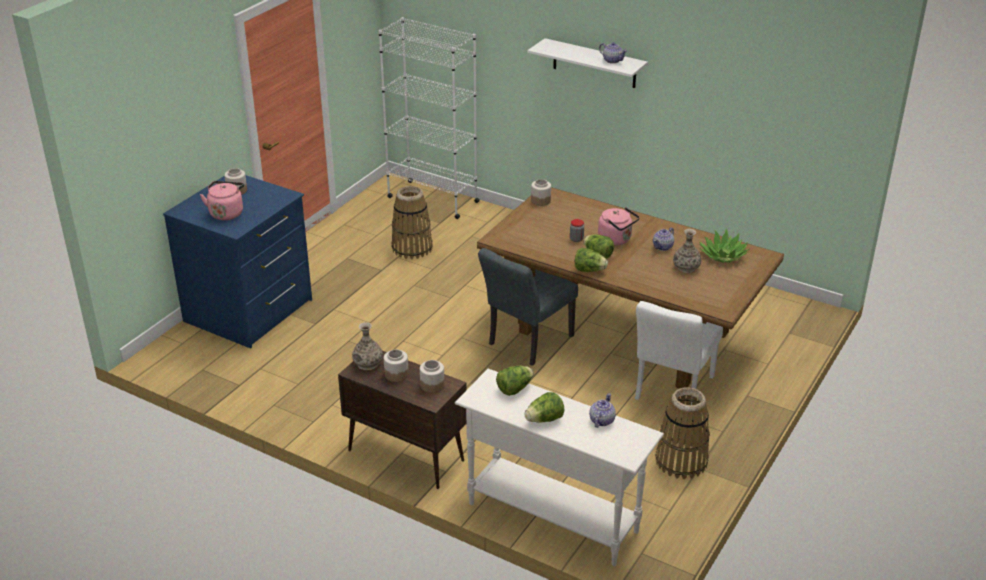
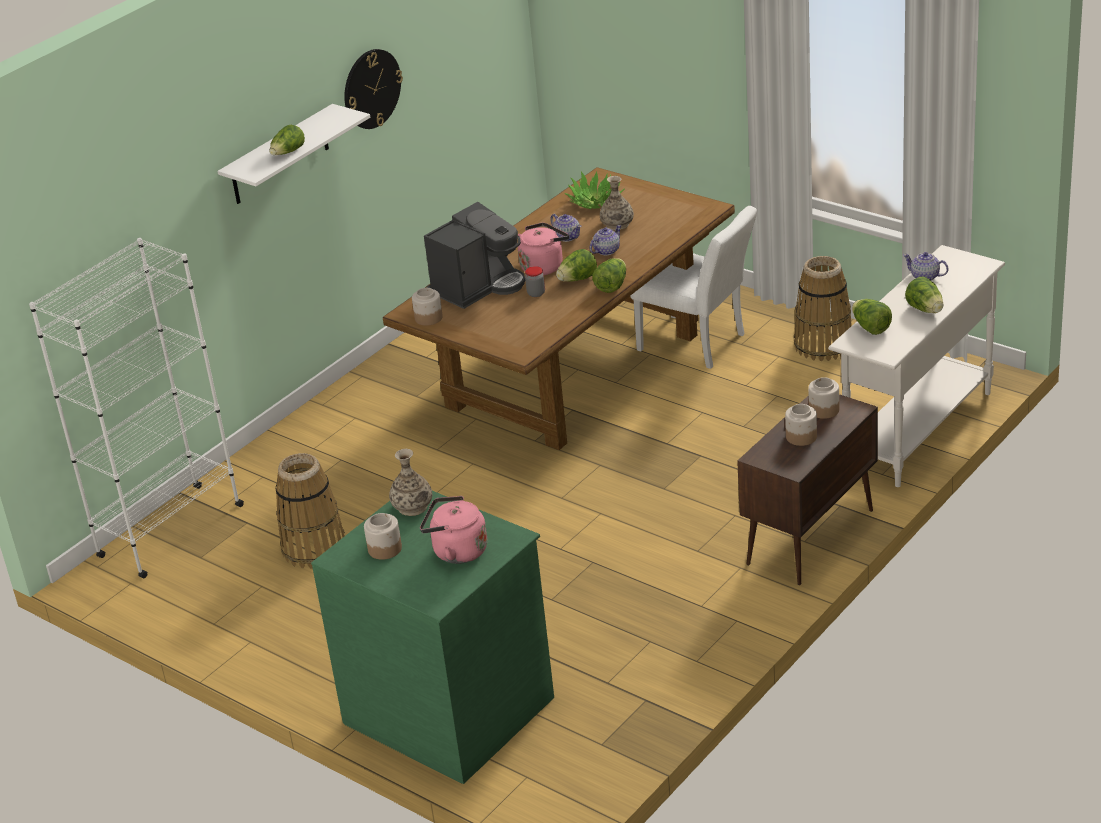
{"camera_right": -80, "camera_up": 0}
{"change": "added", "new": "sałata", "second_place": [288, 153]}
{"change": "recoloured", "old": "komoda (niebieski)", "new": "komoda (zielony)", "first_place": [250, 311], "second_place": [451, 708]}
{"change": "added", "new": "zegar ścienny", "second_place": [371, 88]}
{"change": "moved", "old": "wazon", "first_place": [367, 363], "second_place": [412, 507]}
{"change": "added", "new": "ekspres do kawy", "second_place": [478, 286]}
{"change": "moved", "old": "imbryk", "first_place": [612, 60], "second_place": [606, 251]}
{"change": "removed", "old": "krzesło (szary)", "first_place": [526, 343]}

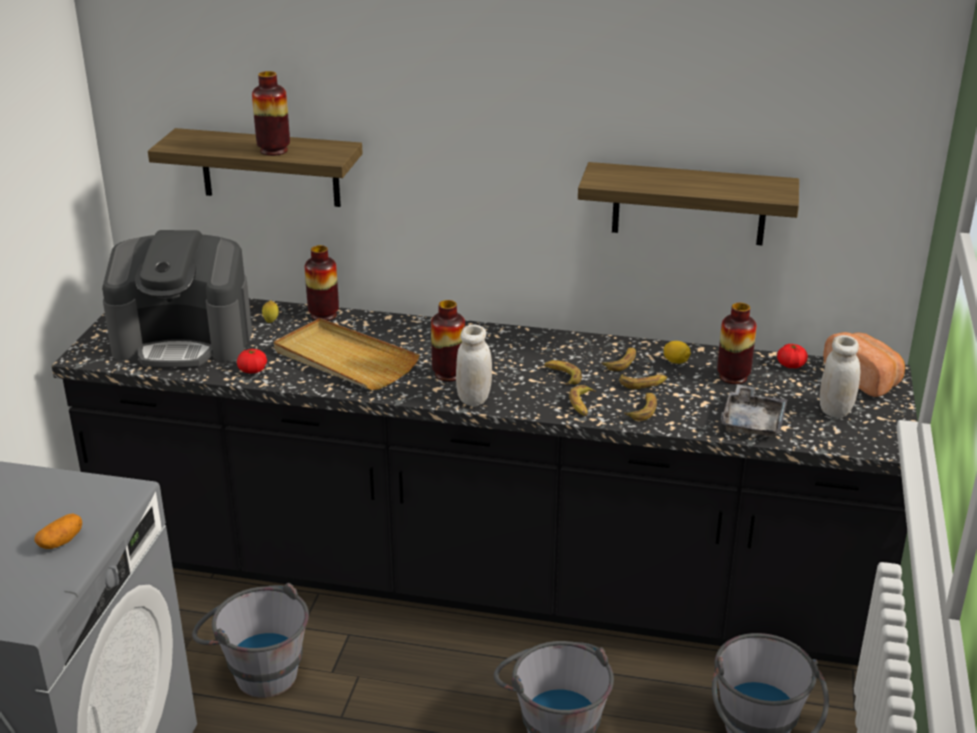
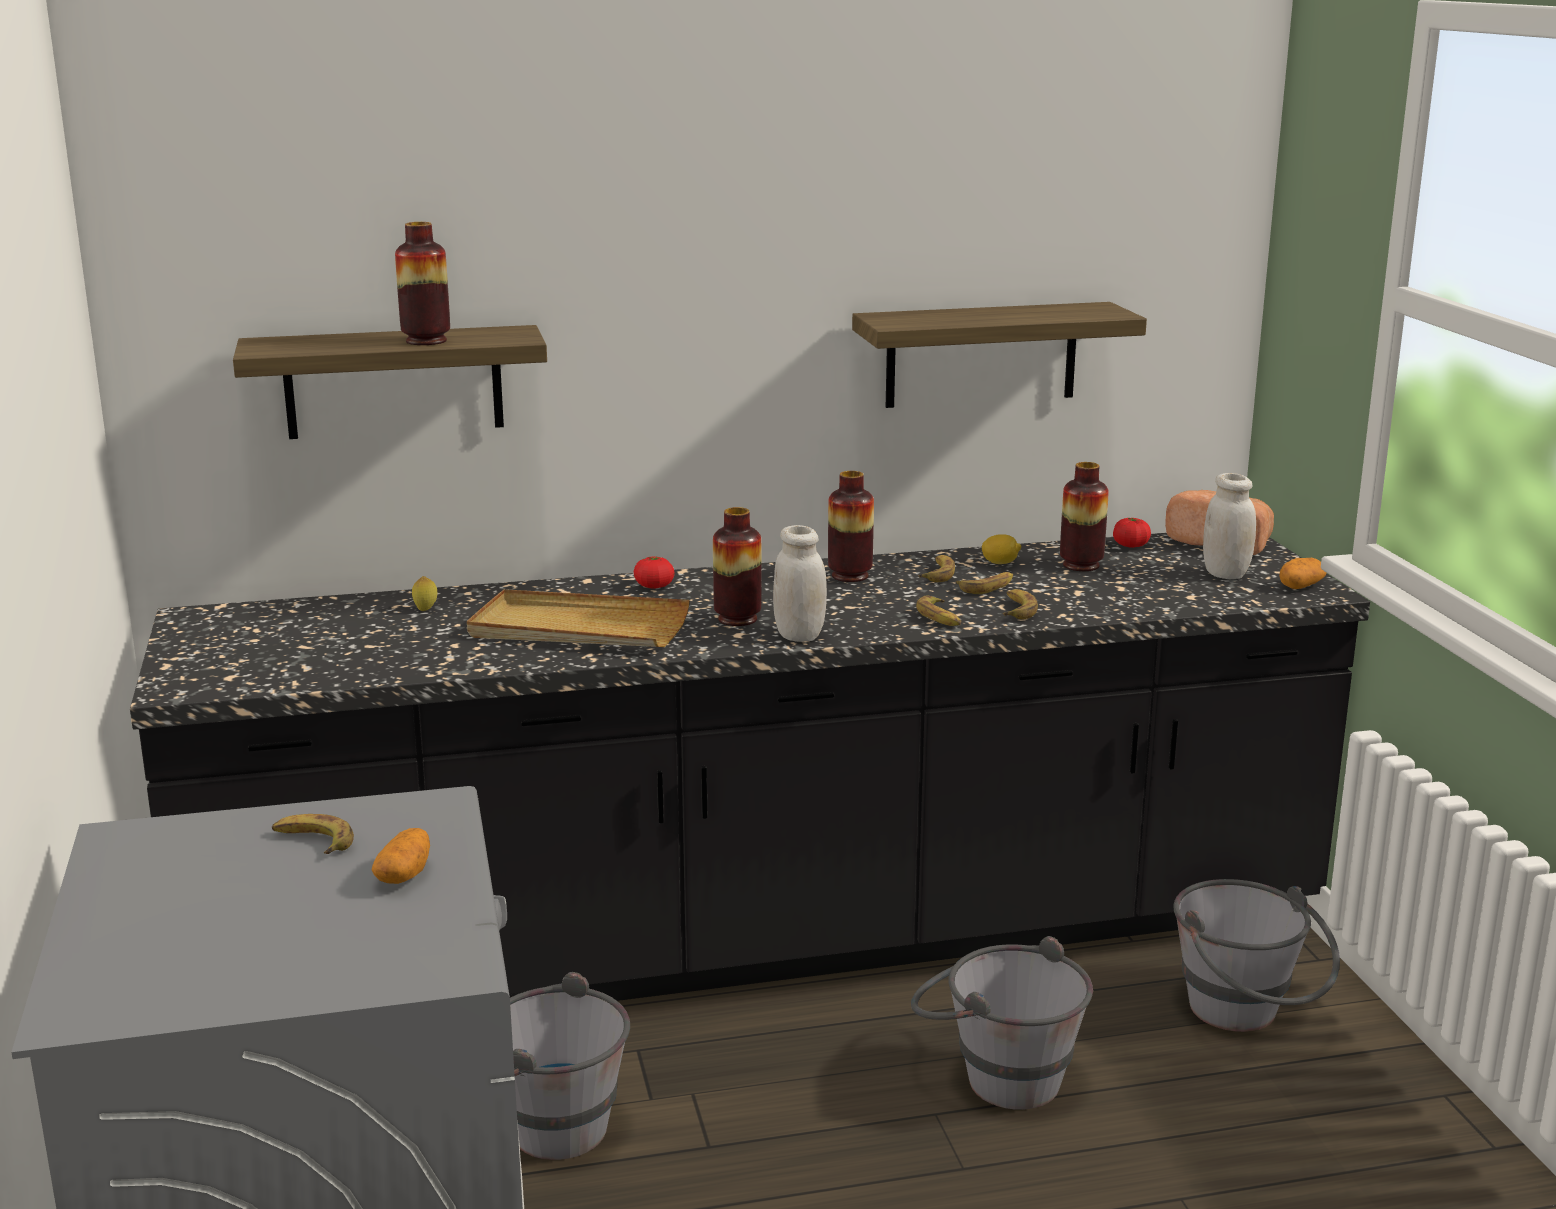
{"camera_right": -25, "camera_up": -10}
{"change": "moved", "old": "banan", "first_place": [562, 376], "second_place": [313, 841]}
{"change": "moved", "old": "pomidor", "first_place": [252, 370], "second_place": [654, 586]}
{"change": "moved", "old": "wazon", "first_place": [324, 315], "second_place": [850, 576]}
{"change": "added", "new": "ziemniak", "second_place": [1300, 586]}
{"change": "removed", "old": "ekspres do kawy", "first_place": [184, 340]}
{"change": "removed", "old": "taca (szary)", "first_place": [752, 422]}

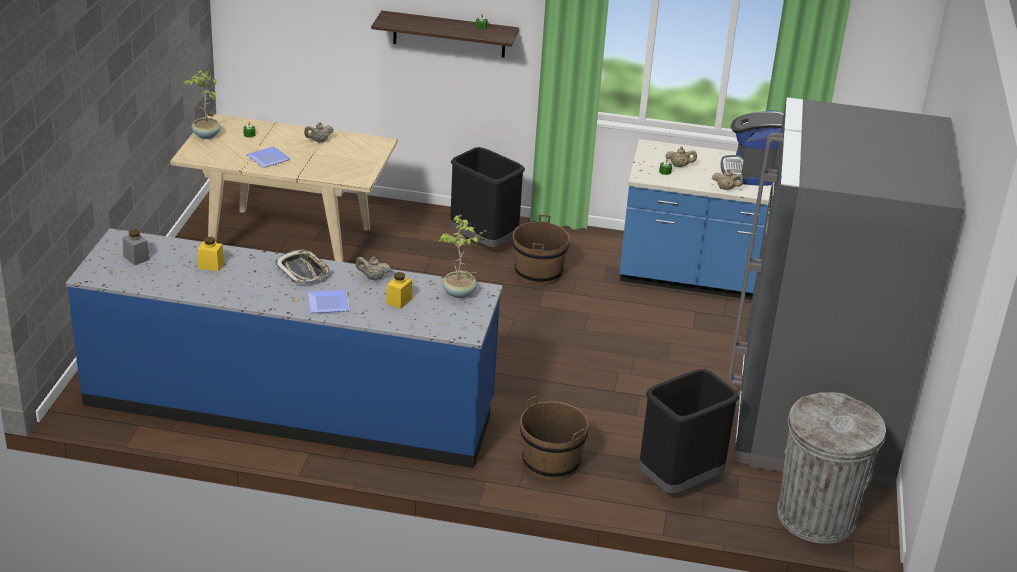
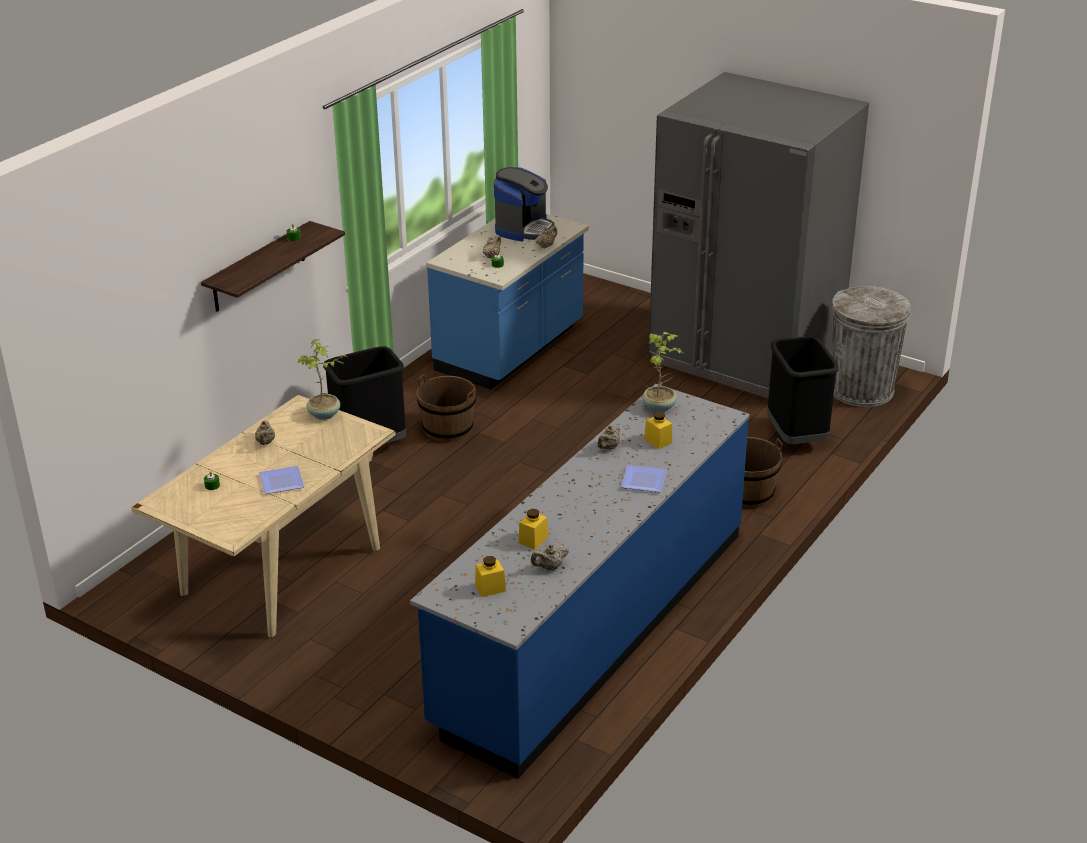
{"camera_right": -65, "camera_up": 0}
{"change": "moved", "old": "roślina doniczkowa", "first_place": [206, 135], "second_place": [324, 415]}
{"change": "recoloured", "old": "słoik (szary)", "new": "słoik (żółty)", "first_place": [136, 258], "second_place": [490, 588]}
{"change": "turned", "old": "ekspres do kawy", "first_place": [750, 171], "second_place": [523, 228], "degrees": -90}
{"change": "added", "new": "imbryk (beżowy)", "second_place": [550, 567]}
{"change": "removed", "old": "taca", "first_place": [303, 271]}

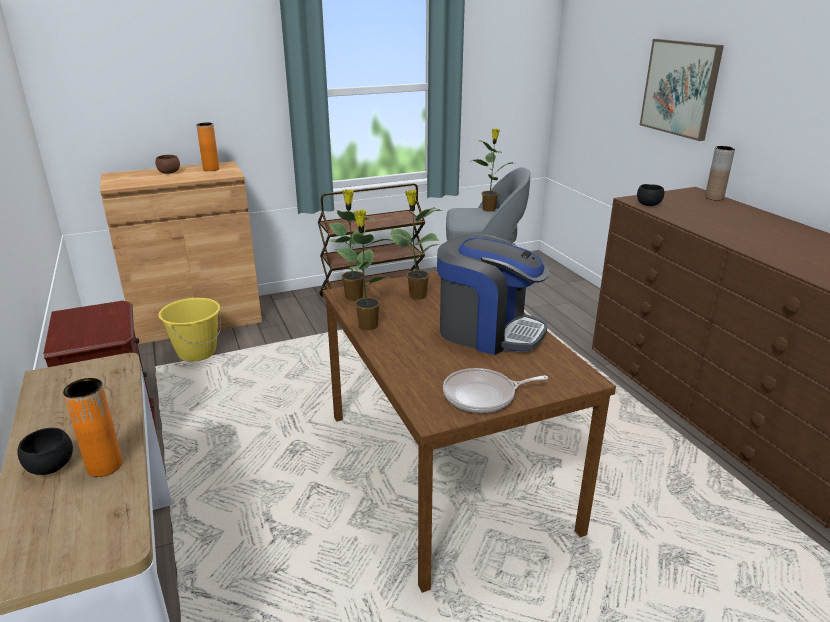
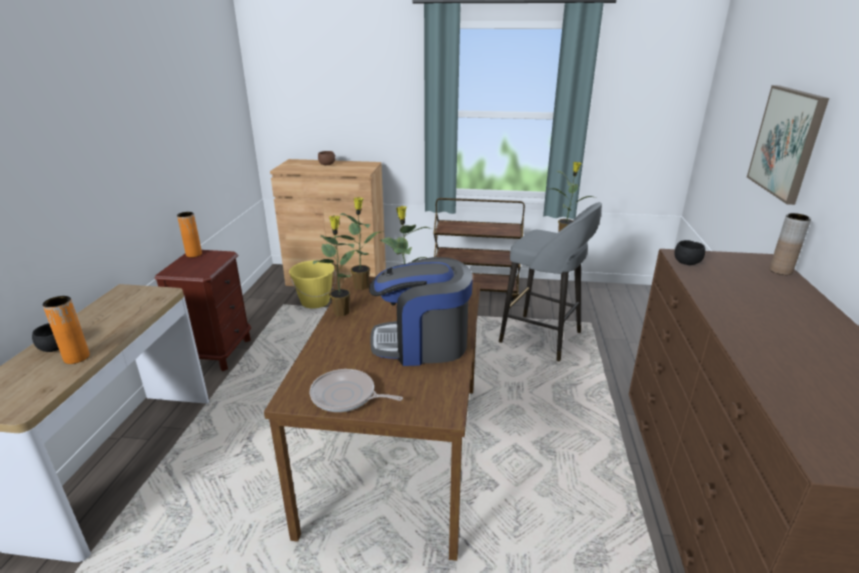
{"camera_right": 30, "camera_up": 0}
{"change": "moved", "old": "wazon (pomarańczowy)", "first_place": [211, 169], "second_place": [194, 254]}
{"change": "turned", "old": "ekspres do kawy", "first_place": [488, 331], "second_place": [422, 344], "degrees": 120}

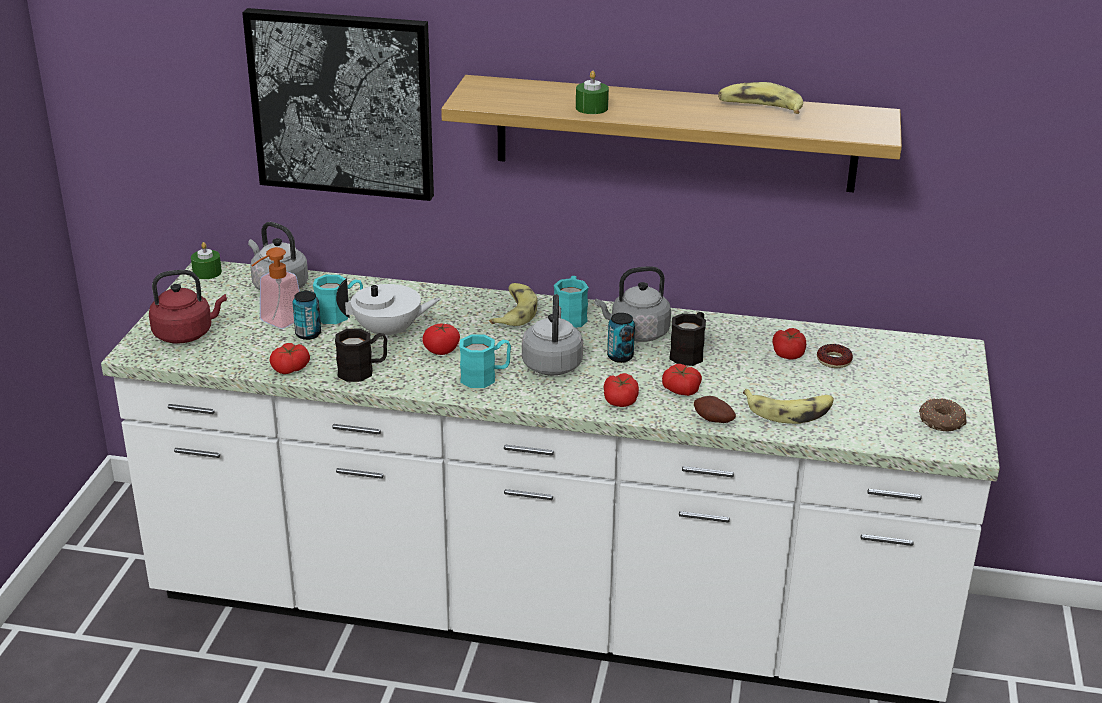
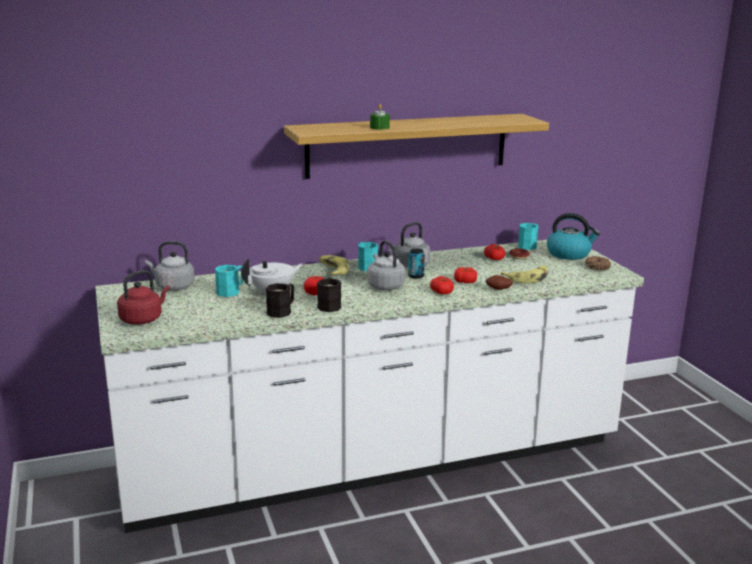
{"camera_right": -30, "camera_up": -10}
{"change": "moved", "old": "kubek (czarny)", "first_place": [689, 353], "second_place": [329, 305]}
{"change": "moved", "old": "kubek (turkusowy)", "first_place": [485, 377], "second_place": [529, 245]}
{"change": "added", "new": "czajnik", "second_place": [569, 254]}
{"change": "removed", "old": "świeca (zielony)", "first_place": [207, 272]}
{"change": "removed", "old": "obraz", "first_place": [342, 103]}
{"change": "removed", "old": "dozownik mydła", "first_place": [276, 322]}
{"change": "removed", "old": "pomidor", "first_place": [290, 368]}
{"change": "removed", "old": "puszka", "first_place": [308, 334]}
{"change": "removed", "old": "banan", "first_place": [760, 108]}

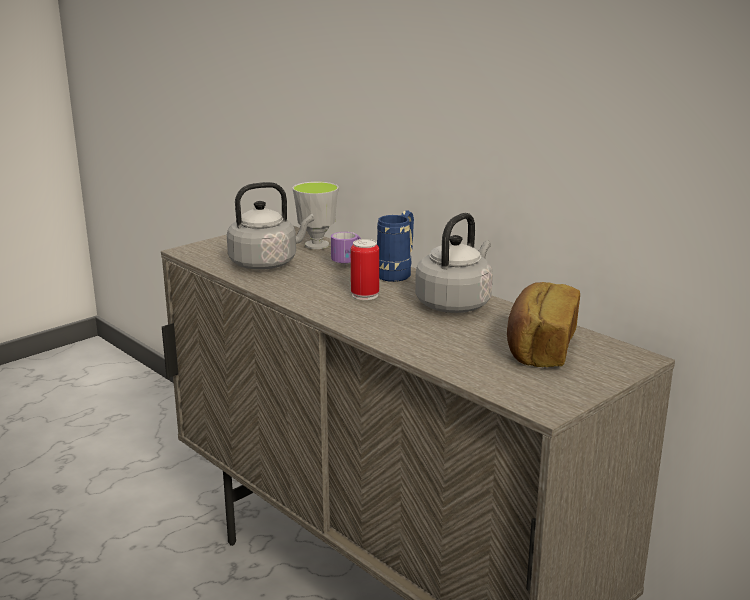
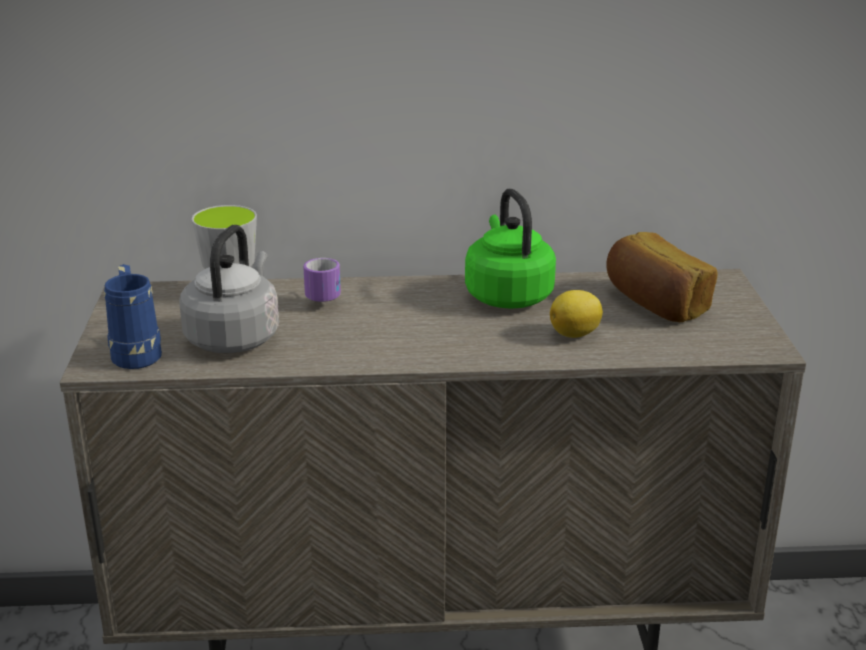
{"camera_right": -50, "camera_up": 5}
{"change": "moved", "old": "kubek (niebieski)", "first_place": [397, 273], "second_place": [136, 353]}
{"change": "recoloured", "old": "czajnik (szary)", "new": "czajnik (zielony)", "first_place": [455, 303], "second_place": [507, 295]}
{"change": "added", "new": "cytryna", "second_place": [576, 334]}
{"change": "removed", "old": "puszka", "first_place": [365, 295]}

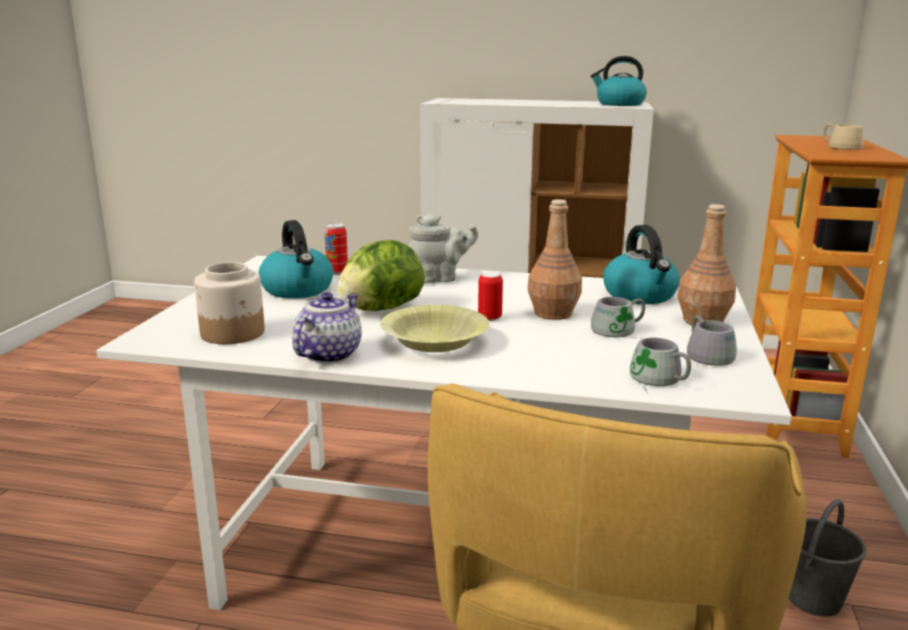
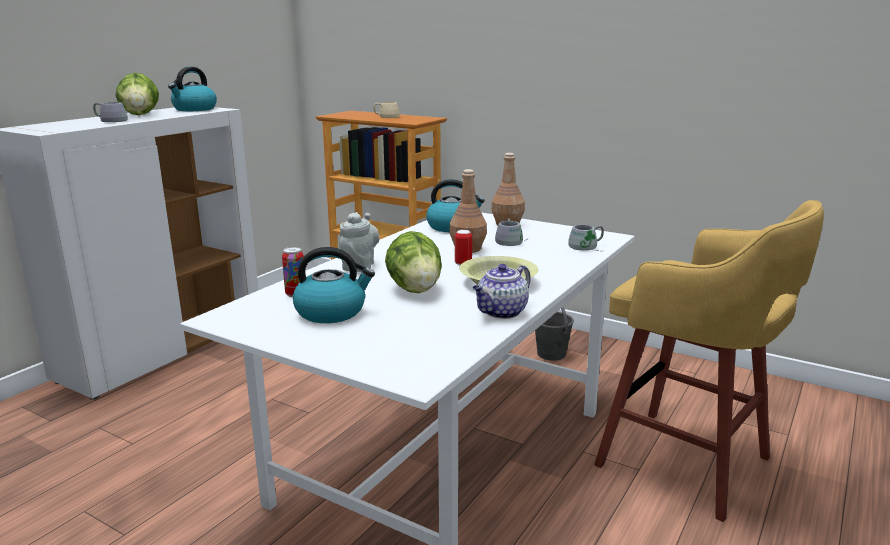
{"camera_right": -70, "camera_up": 0}
{"change": "moved", "old": "kubek (szary)", "first_place": [711, 354], "second_place": [112, 120]}
{"change": "added", "new": "sałata", "second_place": [140, 115]}
{"change": "turned", "old": "imbryk", "first_place": [329, 354], "second_place": [501, 312], "degrees": -90}
{"change": "removed", "old": "słoik", "first_place": [233, 333]}

